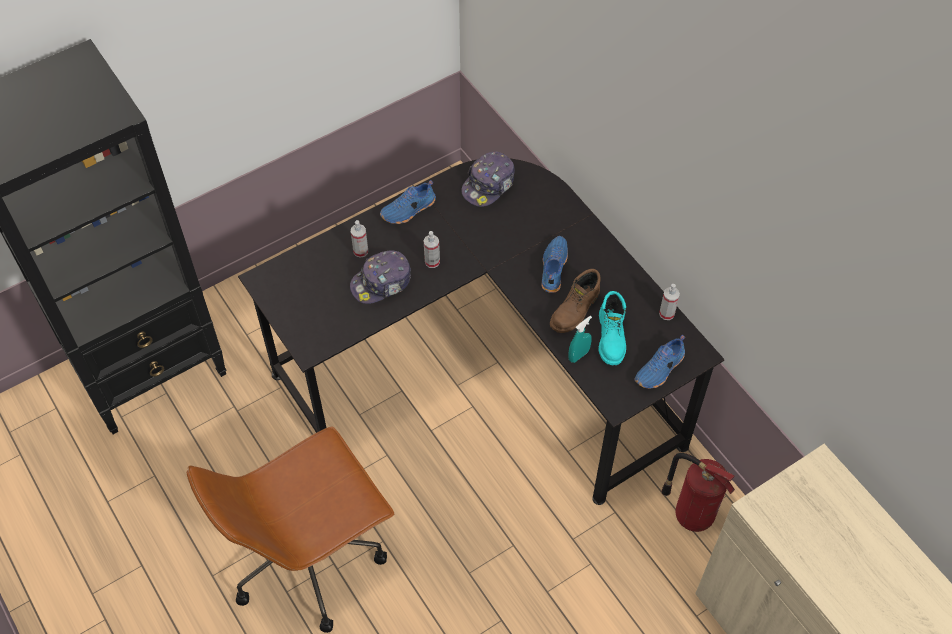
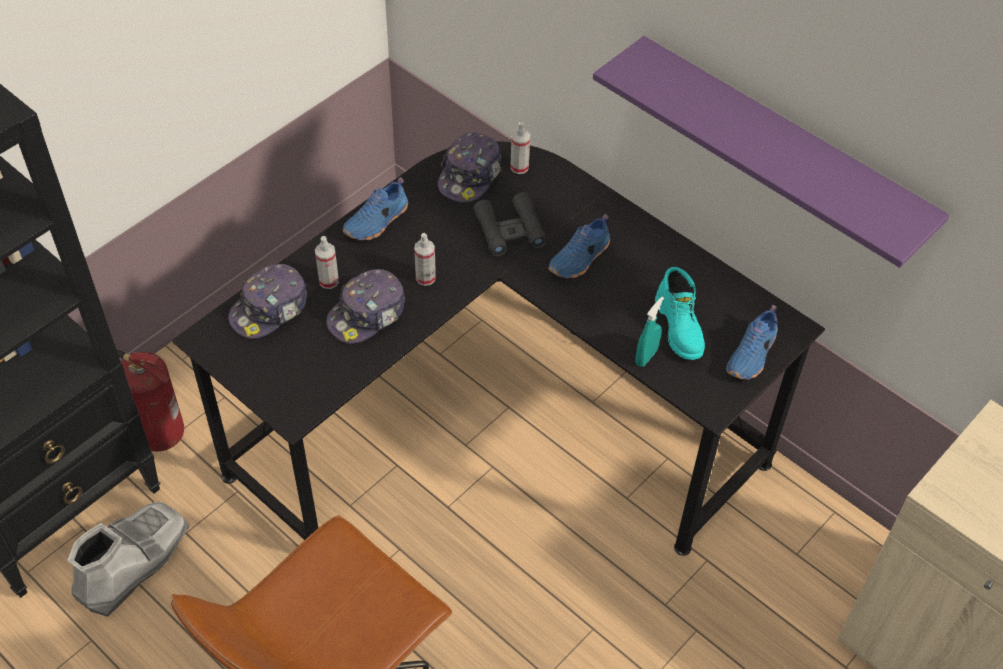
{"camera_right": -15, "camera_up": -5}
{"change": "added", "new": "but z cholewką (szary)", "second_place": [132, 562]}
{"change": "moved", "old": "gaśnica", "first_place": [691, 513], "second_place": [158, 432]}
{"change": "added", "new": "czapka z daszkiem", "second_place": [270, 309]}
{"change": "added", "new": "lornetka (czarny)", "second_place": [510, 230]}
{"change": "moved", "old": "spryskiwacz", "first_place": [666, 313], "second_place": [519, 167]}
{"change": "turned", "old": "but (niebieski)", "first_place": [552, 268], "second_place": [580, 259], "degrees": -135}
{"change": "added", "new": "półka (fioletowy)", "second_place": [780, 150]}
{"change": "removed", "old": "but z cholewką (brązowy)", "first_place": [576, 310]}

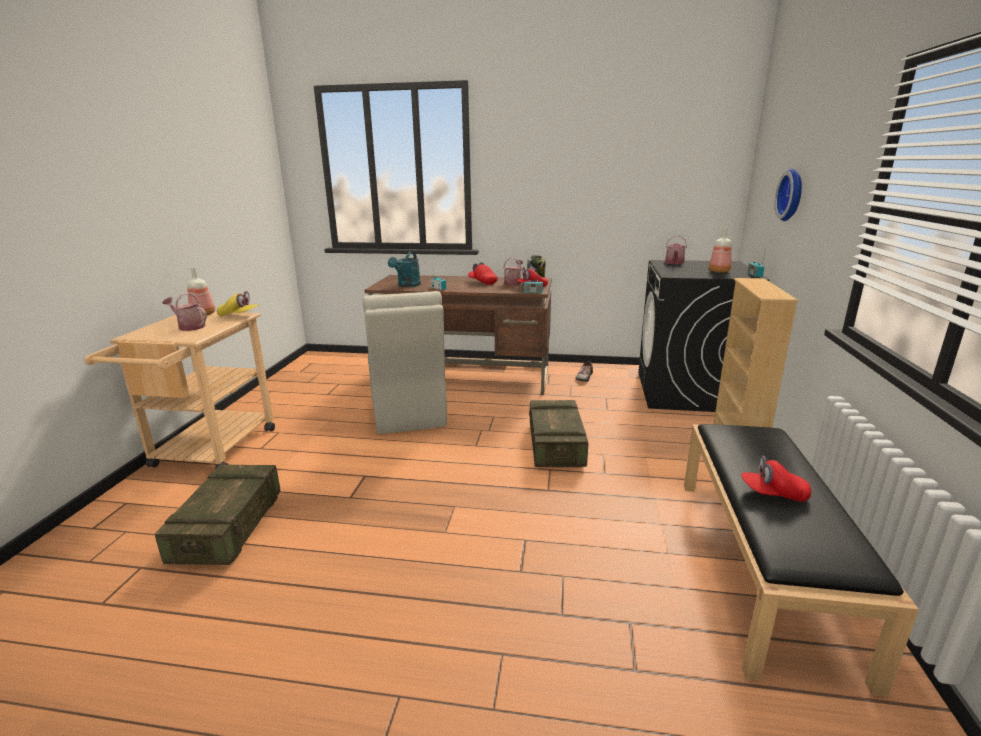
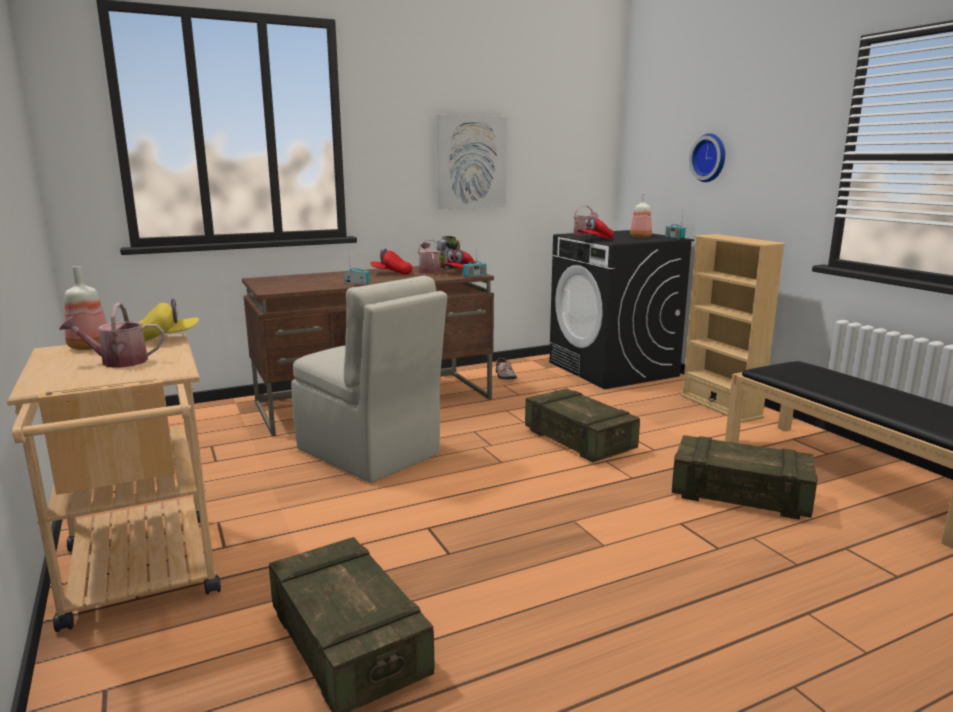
{"camera_right": -35, "camera_up": -5}
{"change": "added", "new": "obraz", "second_place": [471, 162]}
{"change": "moved", "old": "czapka z daszkiem (czerwony)", "first_place": [773, 494], "second_place": [595, 239]}
{"change": "added", "new": "skrzynka", "second_place": [740, 496]}
{"change": "removed", "old": "konewka (turkusowy)", "first_place": [407, 285]}

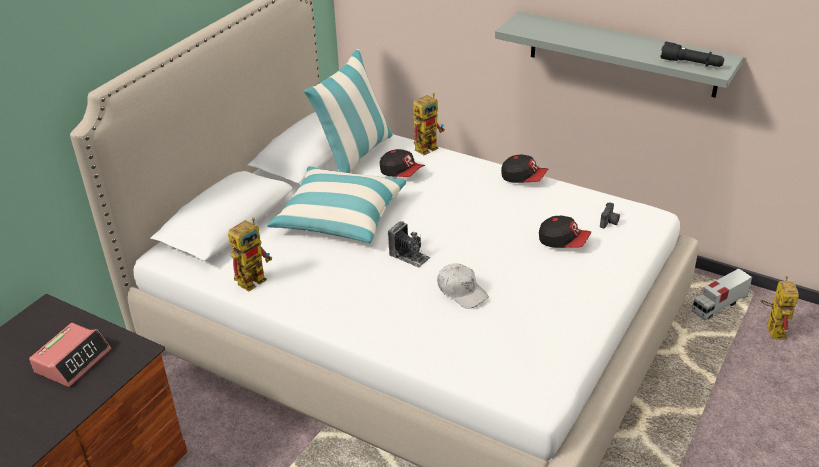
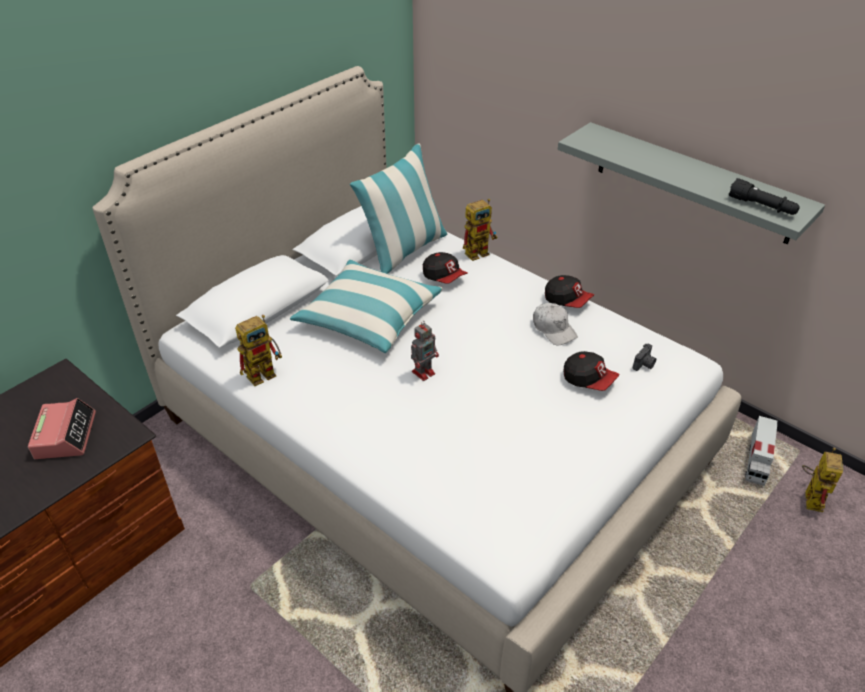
{"camera_right": 10, "camera_up": 5}
{"change": "turned", "old": "budzik", "first_place": [73, 360], "second_place": [65, 435], "degrees": -45}
{"change": "replaced", "old": "aparat fotograficzny", "new": "robot zabawkowy", "first_place": [409, 256], "second_place": [424, 372]}
{"change": "moved", "old": "czapka z daszkiem (biały)", "first_place": [461, 291], "second_place": [553, 329]}
{"change": "turned", "old": "ciężarówka zabawkowa", "first_place": [718, 306], "second_place": [757, 461], "degrees": -45}

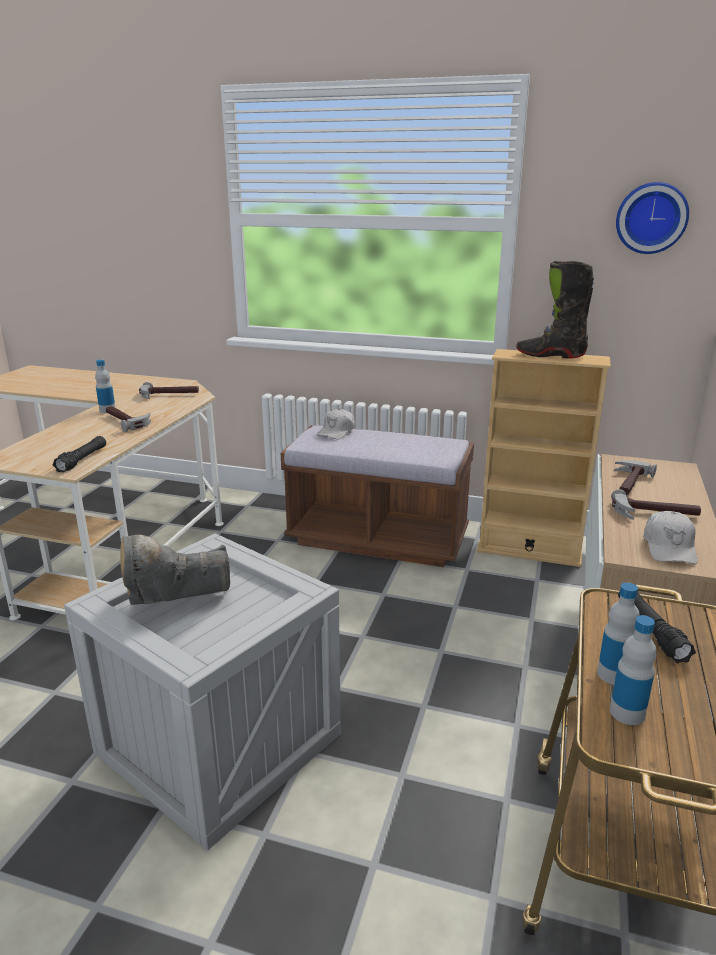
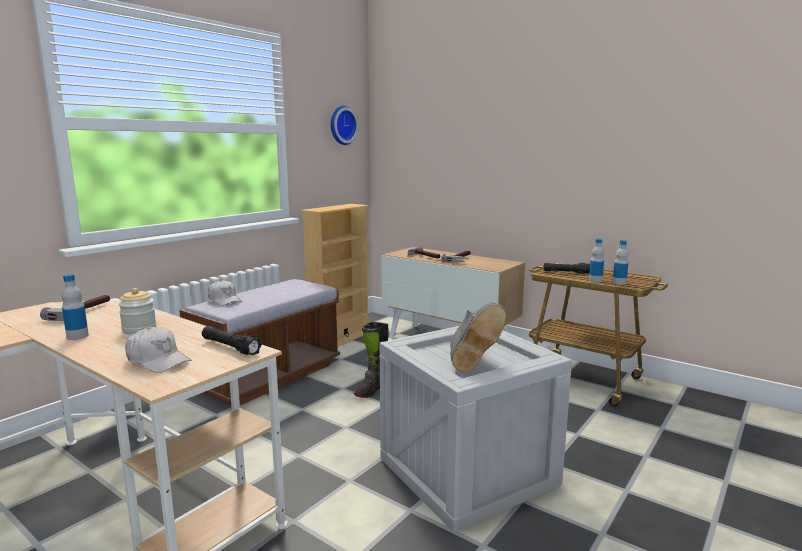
{"camera_right": -70, "camera_up": -10}
{"change": "replaced", "old": "młotek", "new": "słoik", "first_place": [127, 421], "second_place": [139, 329]}
{"change": "moved", "old": "czapka z daszkiem (biały)", "first_place": [669, 547], "second_place": [158, 361]}
{"change": "moved", "old": "but z cholewką (czarny)", "first_place": [550, 355], "second_place": [371, 390]}

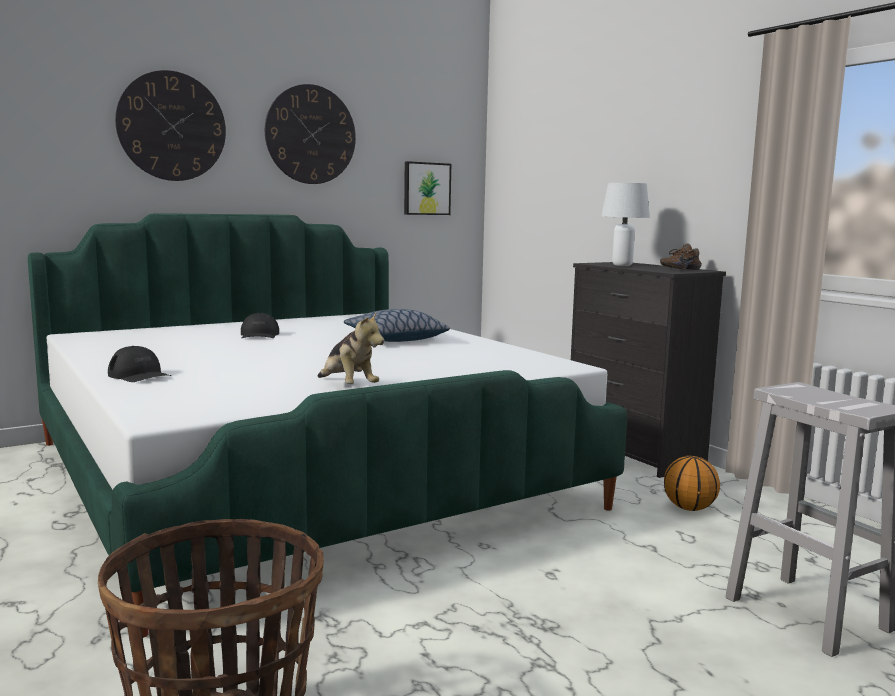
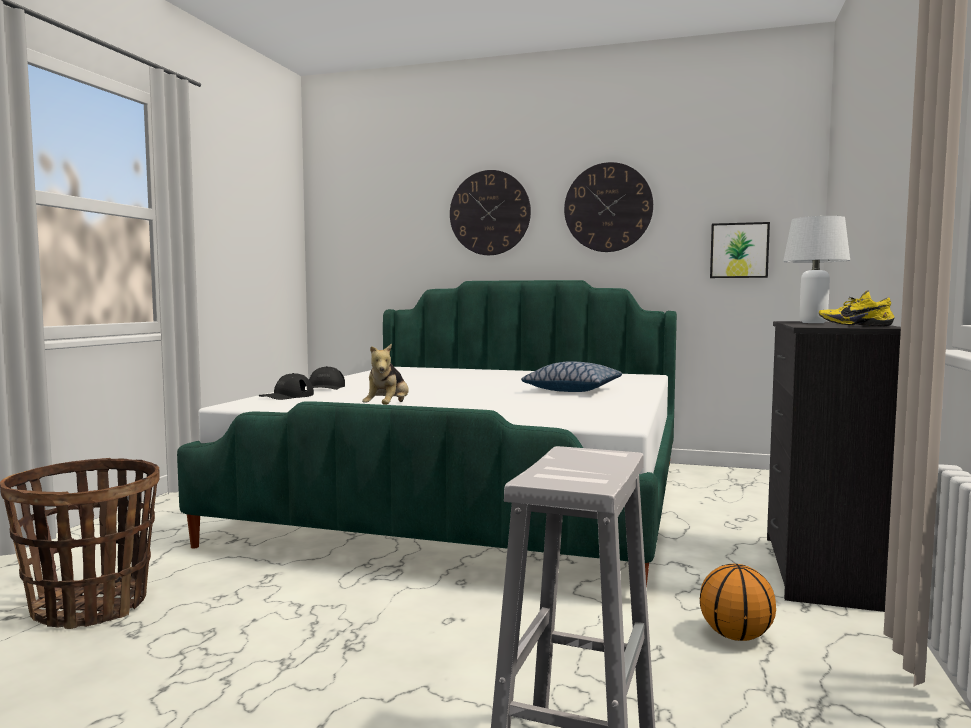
{"camera_right": 50, "camera_up": -5}
{"change": "moved", "old": "czapka z daszkiem (czarny)", "first_place": [259, 335], "second_place": [287, 396]}
{"change": "recoloured", "old": "but (brązowy)", "new": "but (żółty)", "first_place": [679, 269], "second_place": [855, 326]}

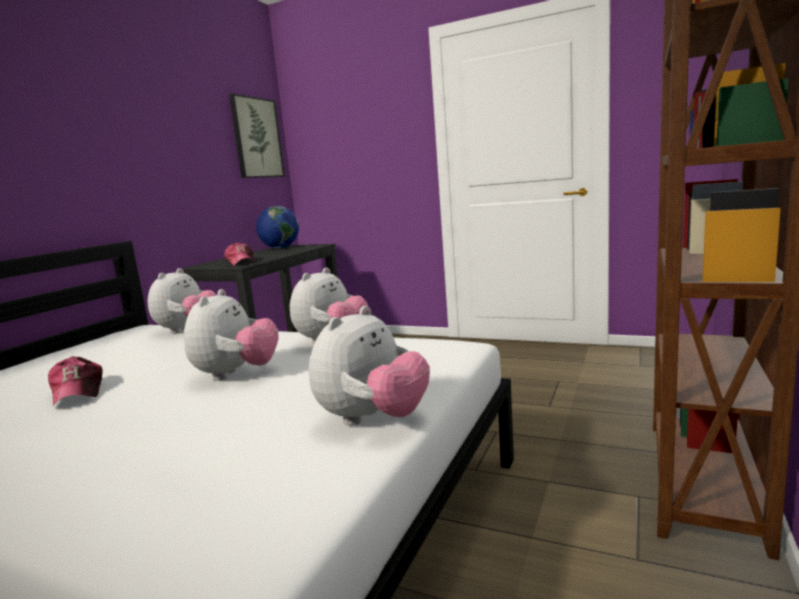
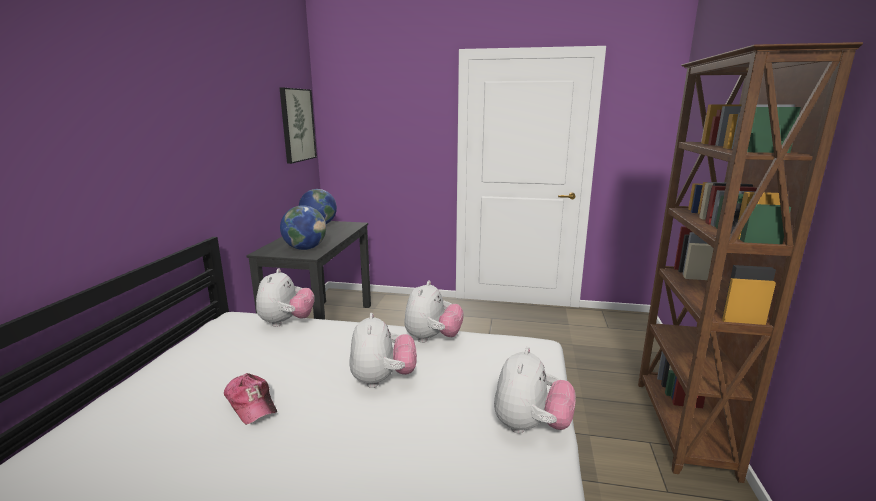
{"camera_right": -15, "camera_up": 5}
{"change": "replaced", "old": "czapka z daszkiem", "new": "globus", "first_place": [241, 262], "second_place": [305, 248]}

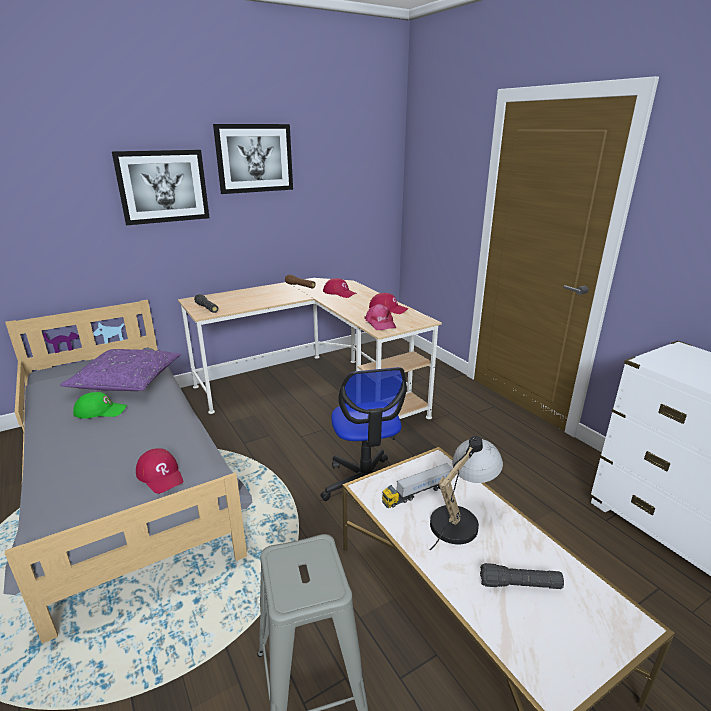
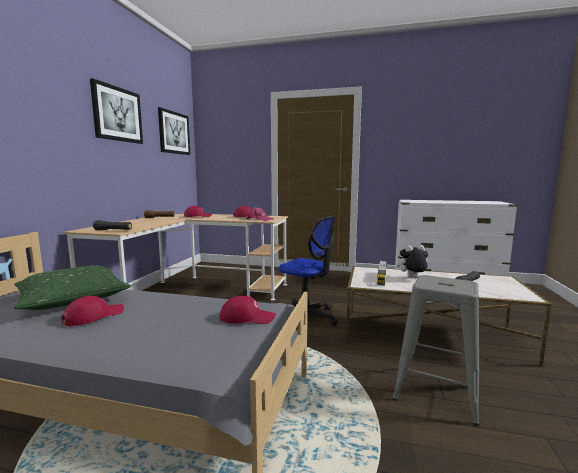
{"camera_right": -45, "camera_up": -15}
{"change": "recoloured", "old": "poduszka (fioletowy)", "new": "poduszka (zielony)", "first_place": [127, 380], "second_place": [73, 298]}
{"change": "recoloured", "old": "czapka z daszkiem (zielony)", "new": "czapka z daszkiem (czerwony)", "first_place": [101, 410], "second_place": [93, 316]}
{"change": "moved", "old": "obraz", "first_place": [163, 186], "second_place": [174, 133]}
{"change": "replaced", "old": "lampa stołowa", "new": "pluszak", "first_place": [461, 518], "second_place": [412, 278]}

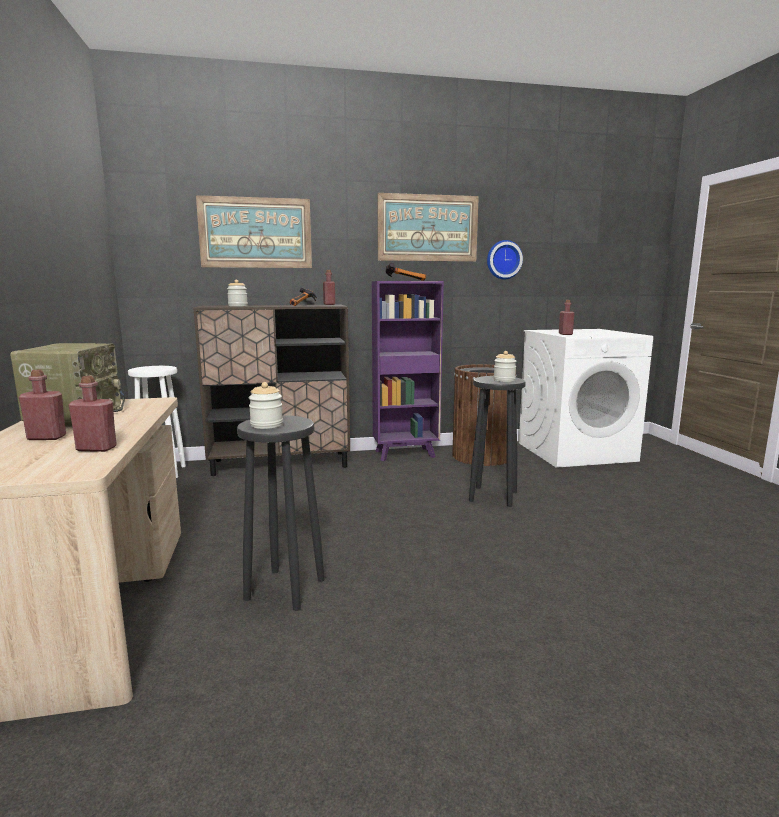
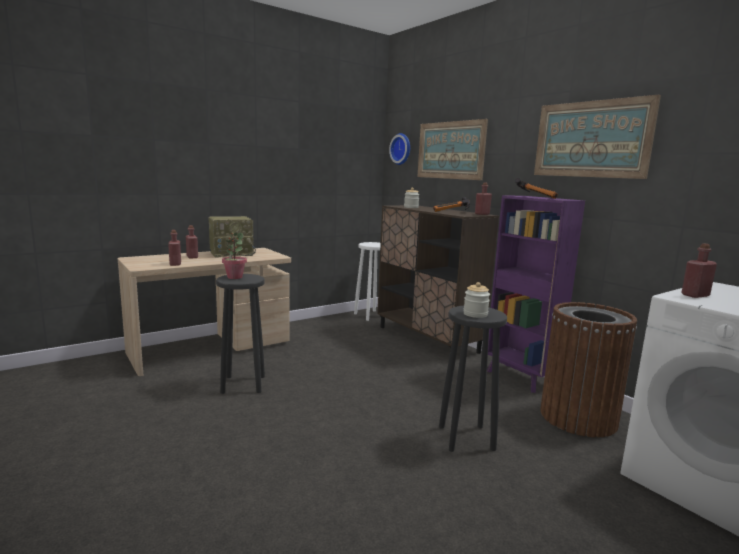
{"camera_right": 65, "camera_up": 0}
{"change": "replaced", "old": "słoik", "new": "roślina doniczkowa", "first_place": [266, 425], "second_place": [234, 277]}
{"change": "moved", "old": "zegar ścienny", "first_place": [503, 260], "second_place": [402, 149]}

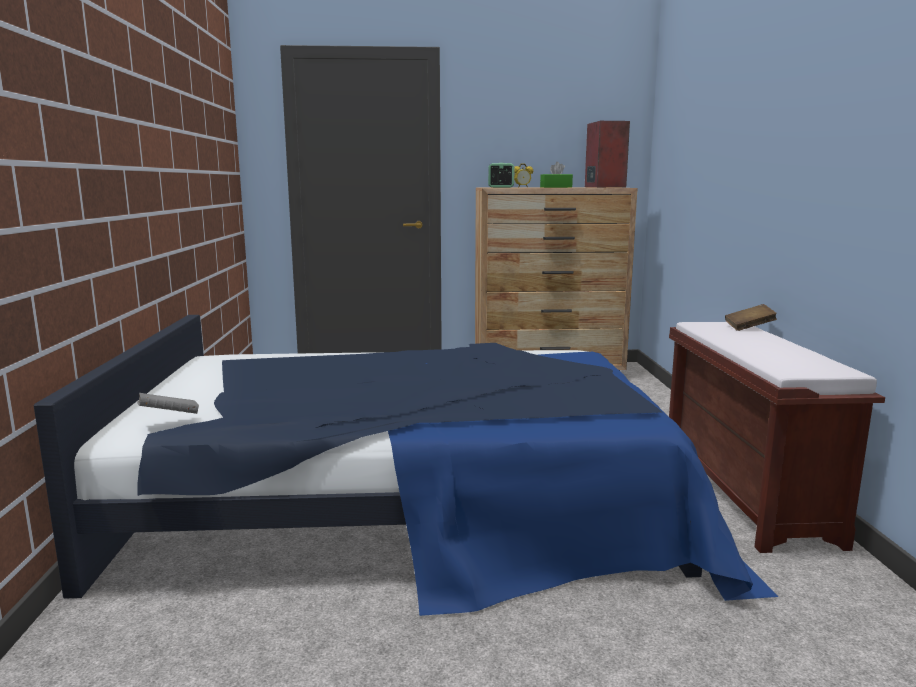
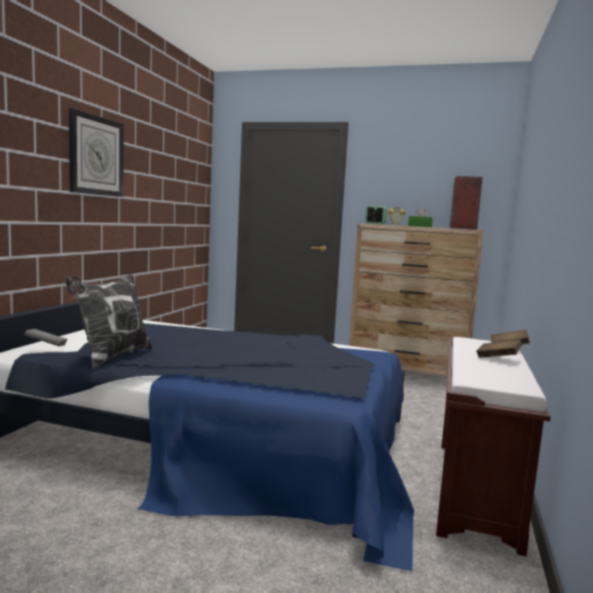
{"camera_right": 20, "camera_up": -5}
{"change": "added", "new": "poduszka", "second_place": [112, 357]}
{"change": "added", "new": "zegar ścienny", "second_place": [96, 156]}
{"change": "added", "new": "książka (brązowy)", "second_place": [498, 359]}

